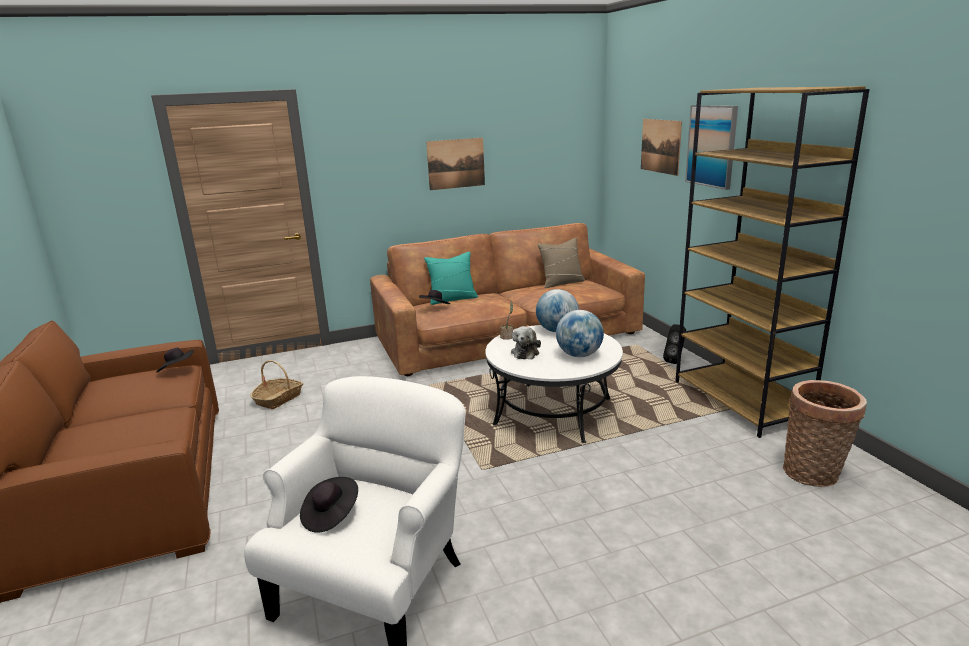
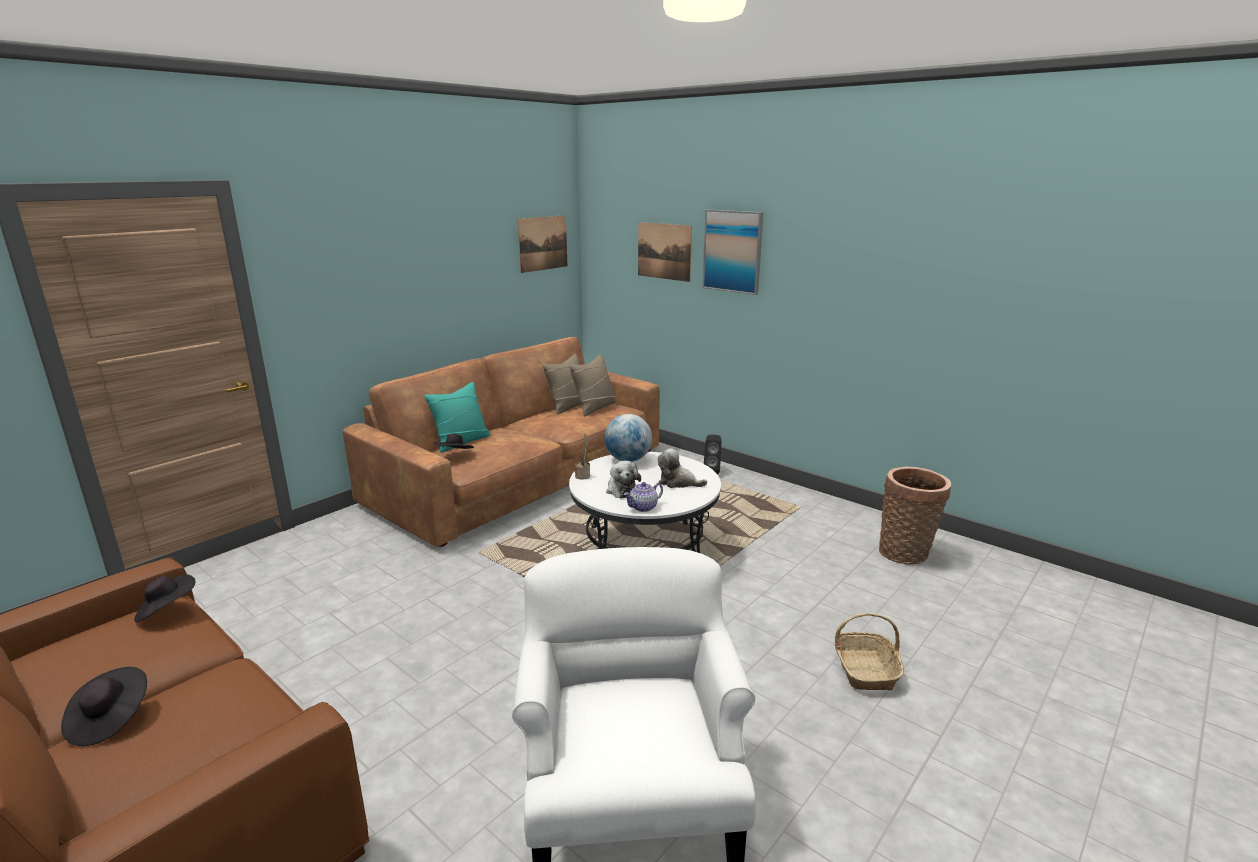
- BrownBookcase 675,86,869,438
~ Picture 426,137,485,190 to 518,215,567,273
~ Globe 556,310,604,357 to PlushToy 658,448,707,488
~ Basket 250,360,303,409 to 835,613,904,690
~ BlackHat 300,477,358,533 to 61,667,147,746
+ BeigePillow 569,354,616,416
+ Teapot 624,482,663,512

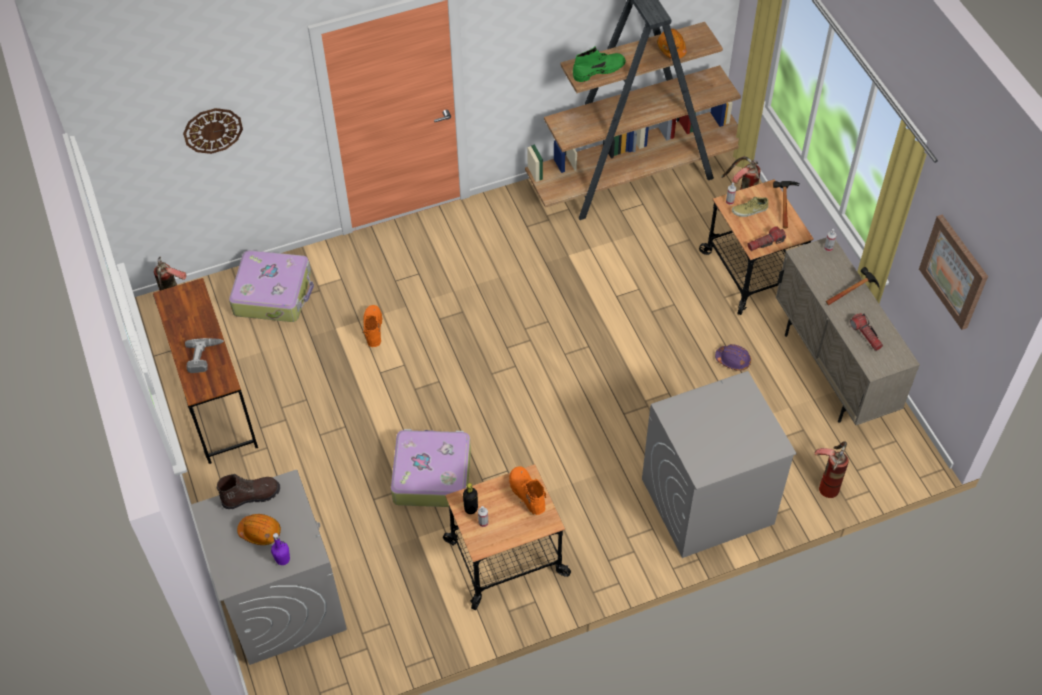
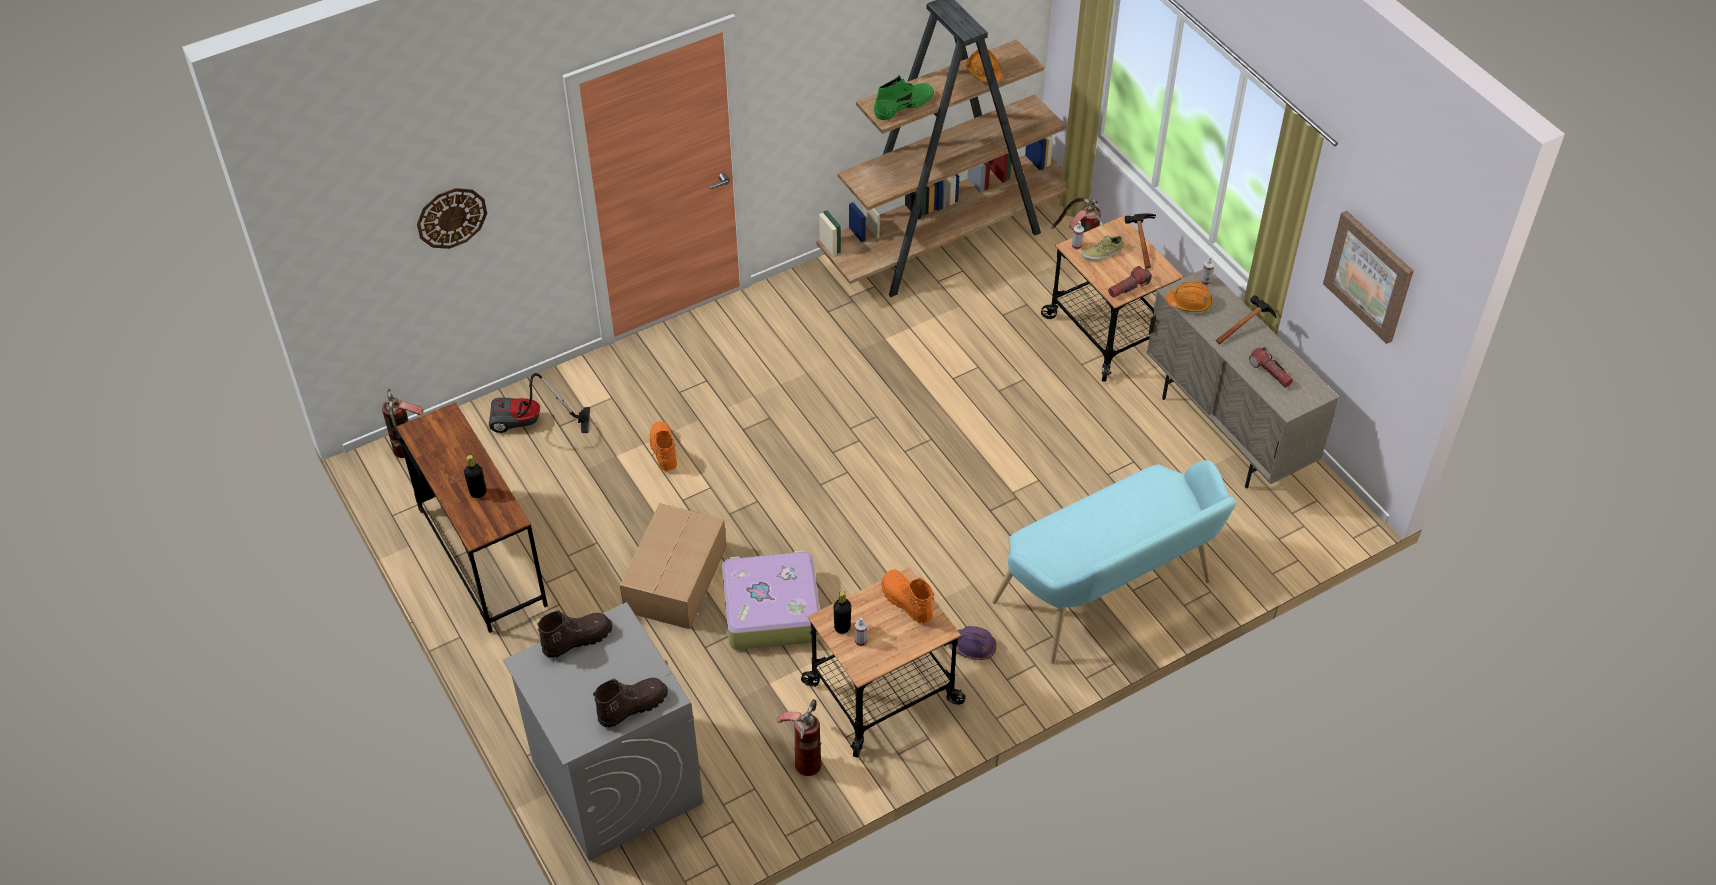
~ Suitcase 229,250,314,322 to VacuumCleaner 489,373,590,433
~ PowerDrill 185,338,224,373 to BlackBottle 464,455,486,498
~ PurpleHardHat 715,344,751,371 to 949,626,997,660
~ GreyWashingMachine 642,371,797,558 to TurquoiseBench 992,460,1237,664
~ FireExtinguisher 815,441,849,498 to 777,699,821,776
~ OrangeHardHat 237,514,281,545 to 1166,281,1212,312
~ PurpleBottle 271,533,290,565 to BrownBoot 593,678,668,727
+ CardboardBox 620,503,727,629

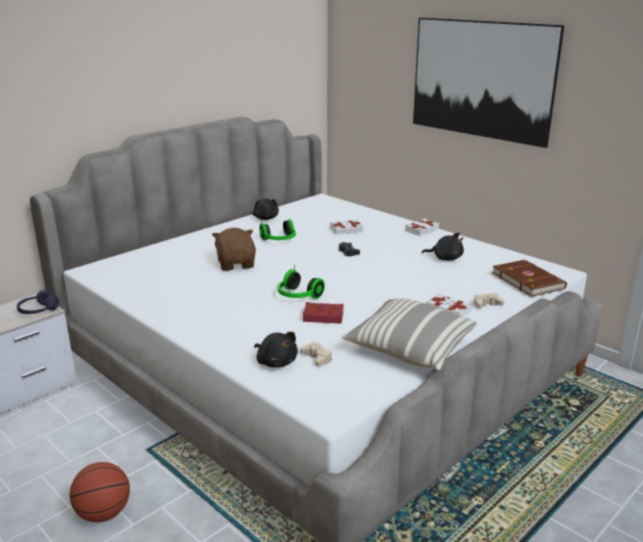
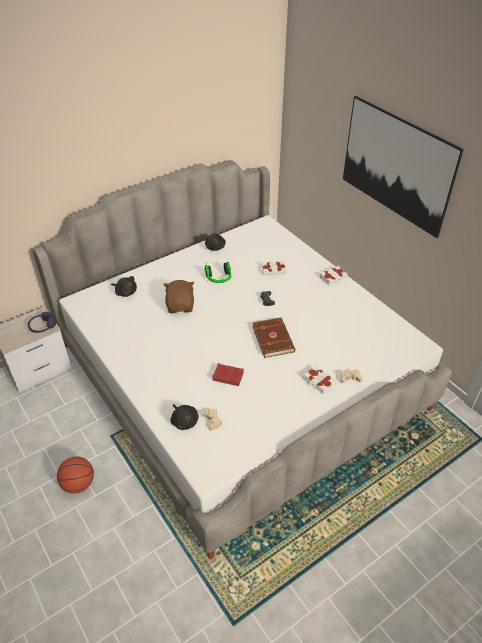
~ BlackPlushToy 422,233,464,261 to 111,276,137,297
~ BrownBook 492,260,567,297 to 252,318,295,358
- Headphones 278,265,325,299
- Pillow 342,298,477,371

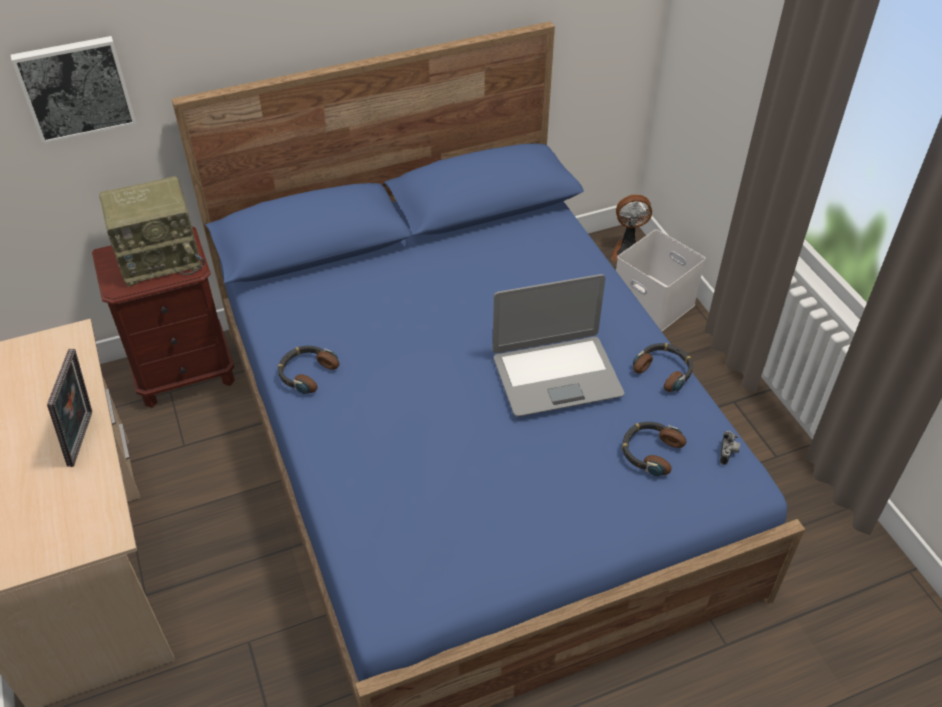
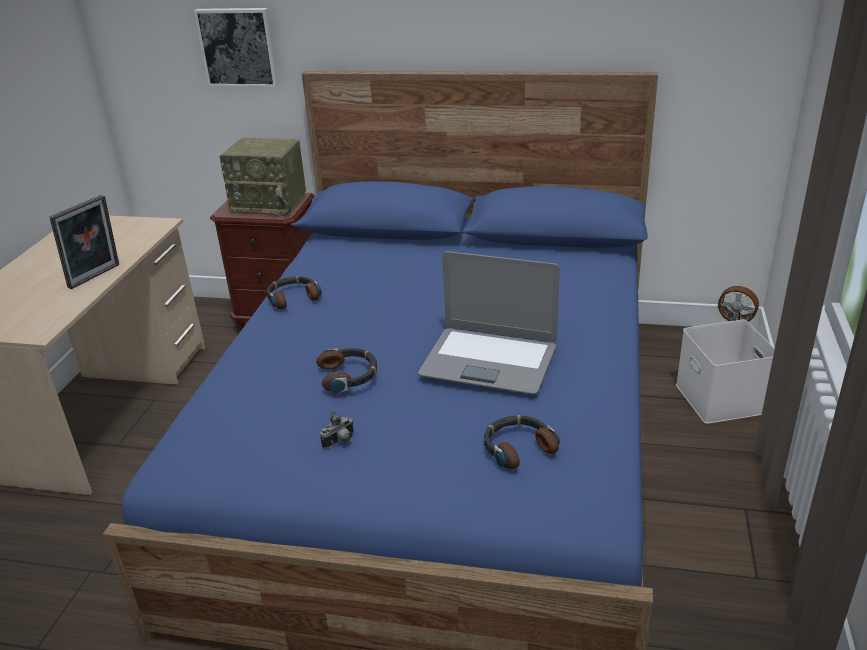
~ Headphones 633,343,693,392 to 316,348,377,394
~ PhotoCamera 720,431,740,465 to 320,412,354,449

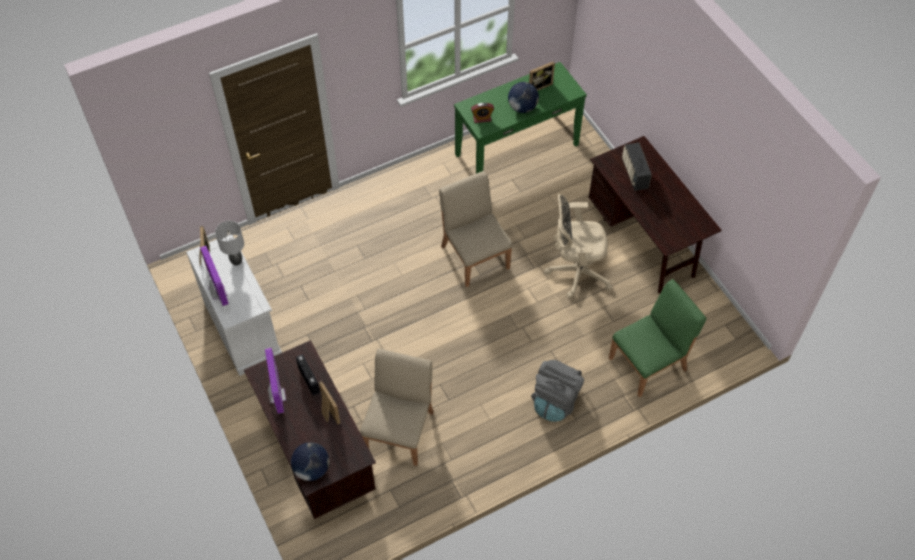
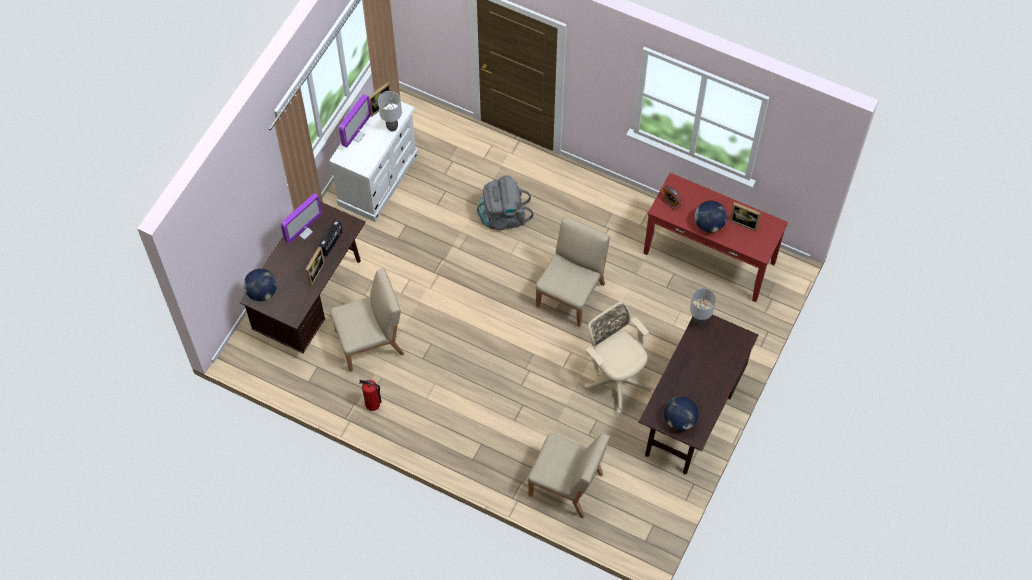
~ GreenConsoleTable 454,62,587,174 to RedConsoleTable 643,173,788,302
- Radio 622,142,652,191
~ GreenChair 609,279,706,397 to BeigeChair 528,433,610,518
~ GreyBackpack 531,360,584,422 to 477,175,533,230
+ GreyTableLamp 690,288,716,327
+ FireExtinguisher 359,380,381,411
+ Globe 664,396,698,431

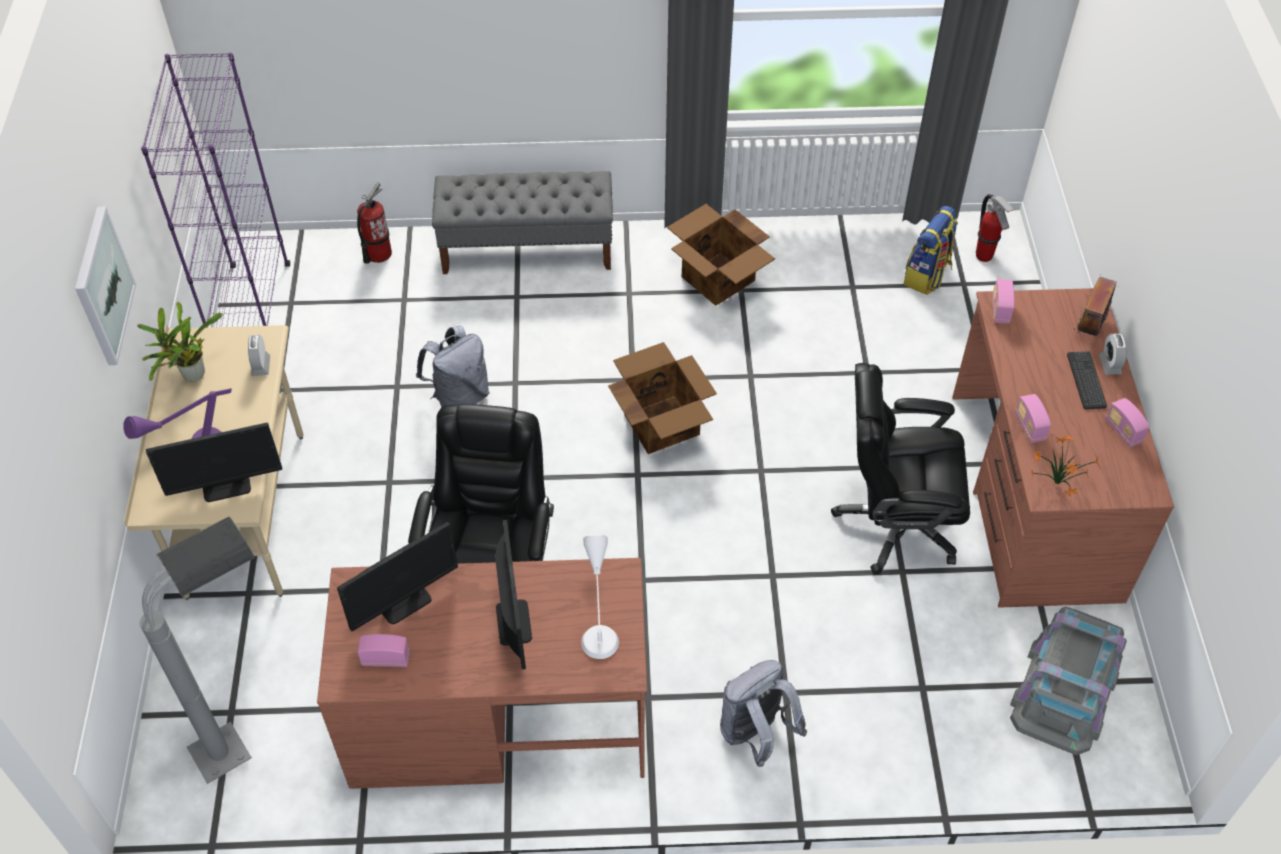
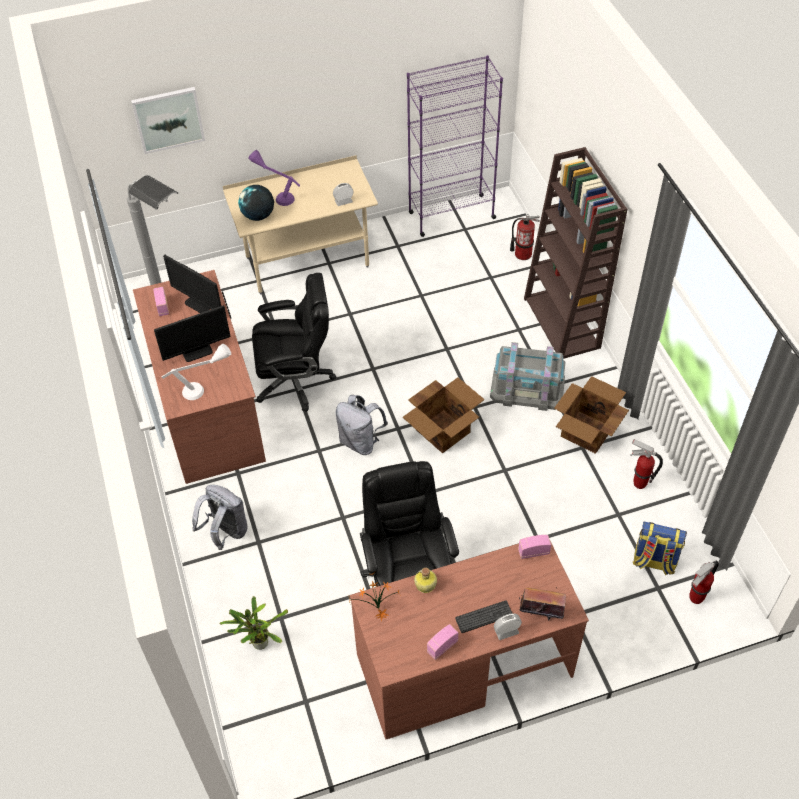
~ GreyBench 432,171,613,274 to BrownBookcase 524,147,627,359
~ Picture 75,206,136,365 to 131,87,205,154
~ PottedPlant 137,302,223,382 to 220,596,288,650
~ GreyBackpack 416,326,489,407 to 336,395,388,455
~ Radio 1015,394,1051,443 to Bottle 414,568,437,593
~ Monitor 146,423,282,502 to Globe 238,185,274,221
~ GreyStorageBox 1010,606,1127,755 to 490,342,566,411
+ FireExtinguisher 630,439,663,489

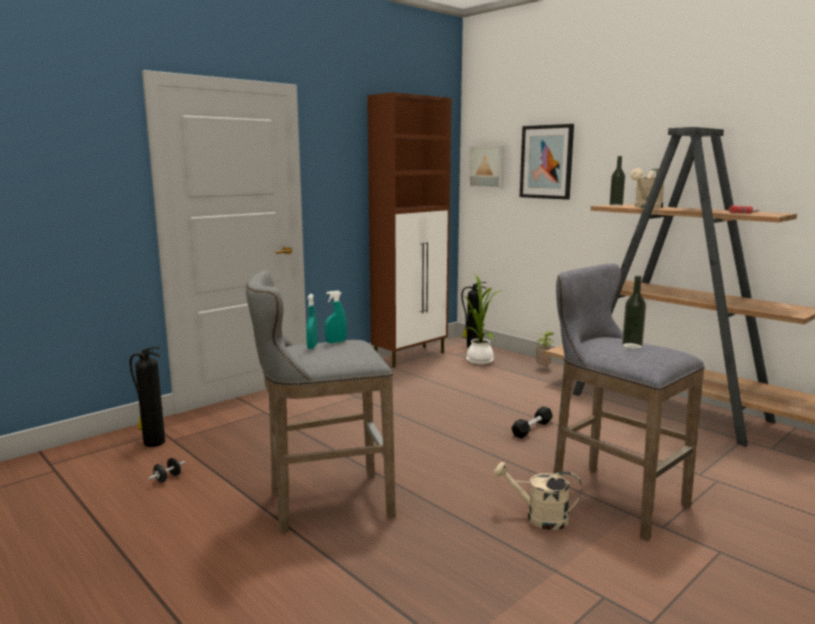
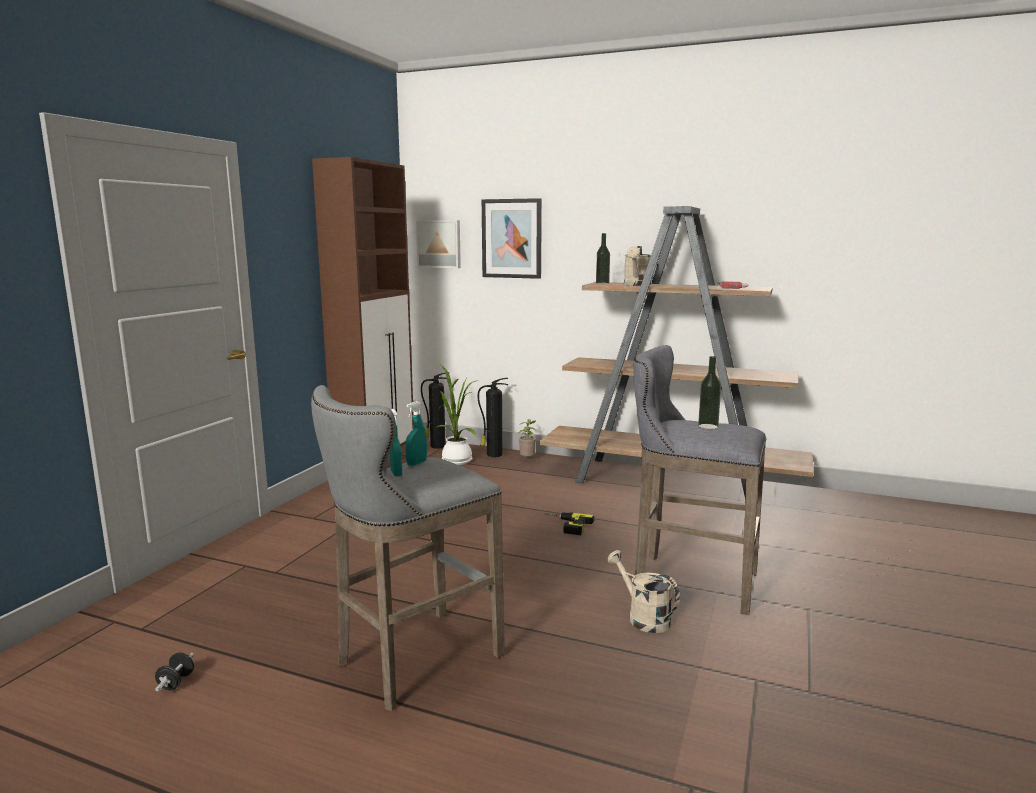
~ FireExtinguisher 129,347,165,447 to 478,378,508,457
~ BlackDumbbell 511,406,553,439 to PowerDrill 544,512,595,535
~ BeigeWateringCan 494,462,582,530 = 607,550,680,633 60 degrees clockwise

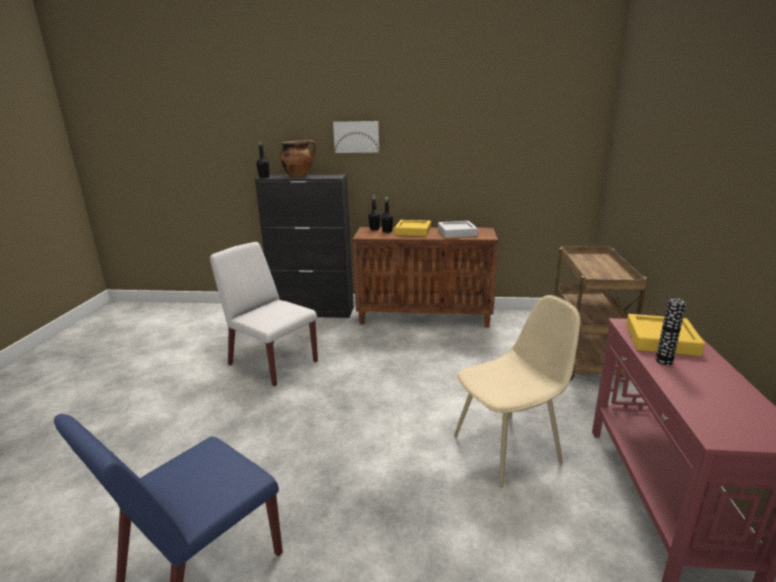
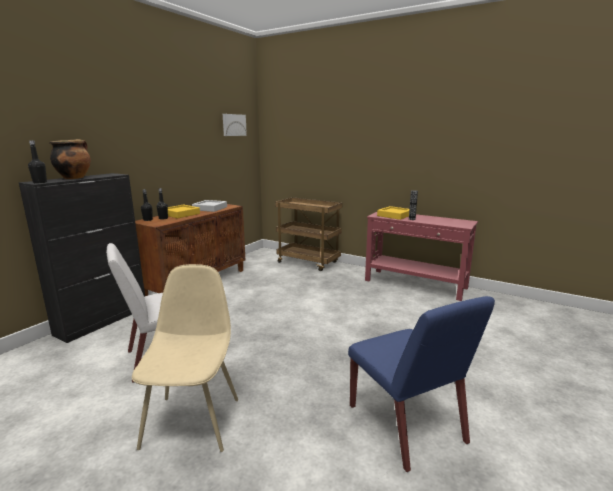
~ Picture 333,121,379,153 to 223,114,247,136
~ BeigeChair 454,295,580,488 to 132,264,238,452

